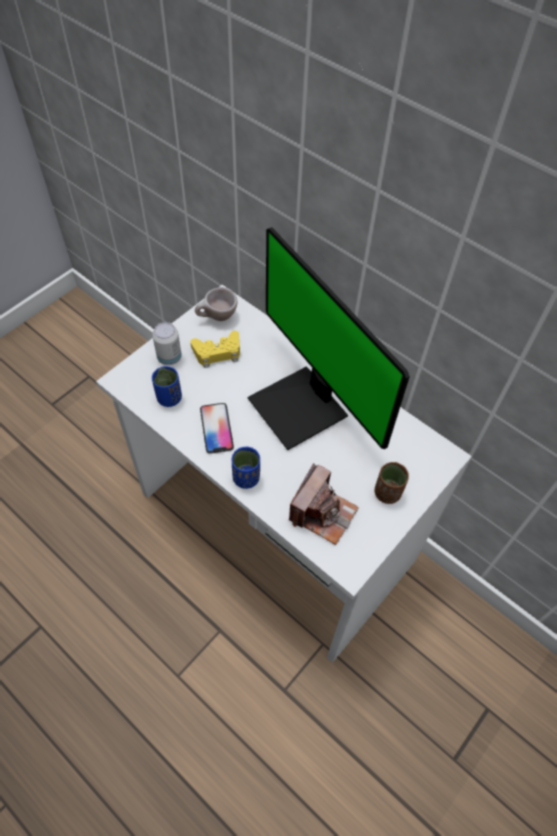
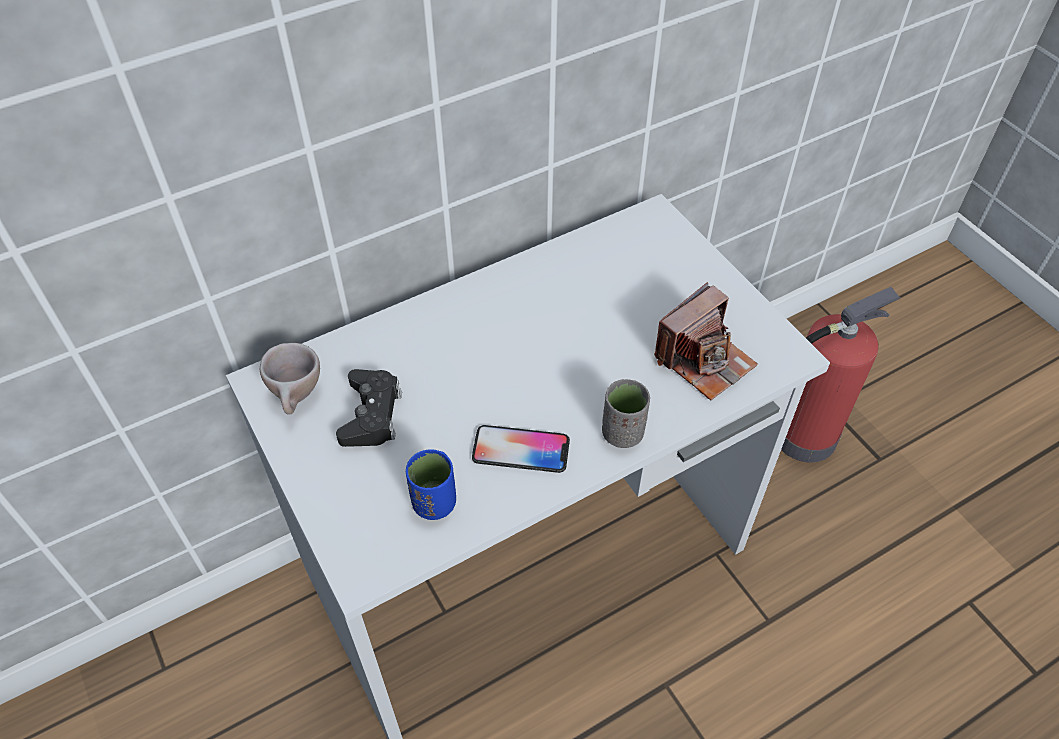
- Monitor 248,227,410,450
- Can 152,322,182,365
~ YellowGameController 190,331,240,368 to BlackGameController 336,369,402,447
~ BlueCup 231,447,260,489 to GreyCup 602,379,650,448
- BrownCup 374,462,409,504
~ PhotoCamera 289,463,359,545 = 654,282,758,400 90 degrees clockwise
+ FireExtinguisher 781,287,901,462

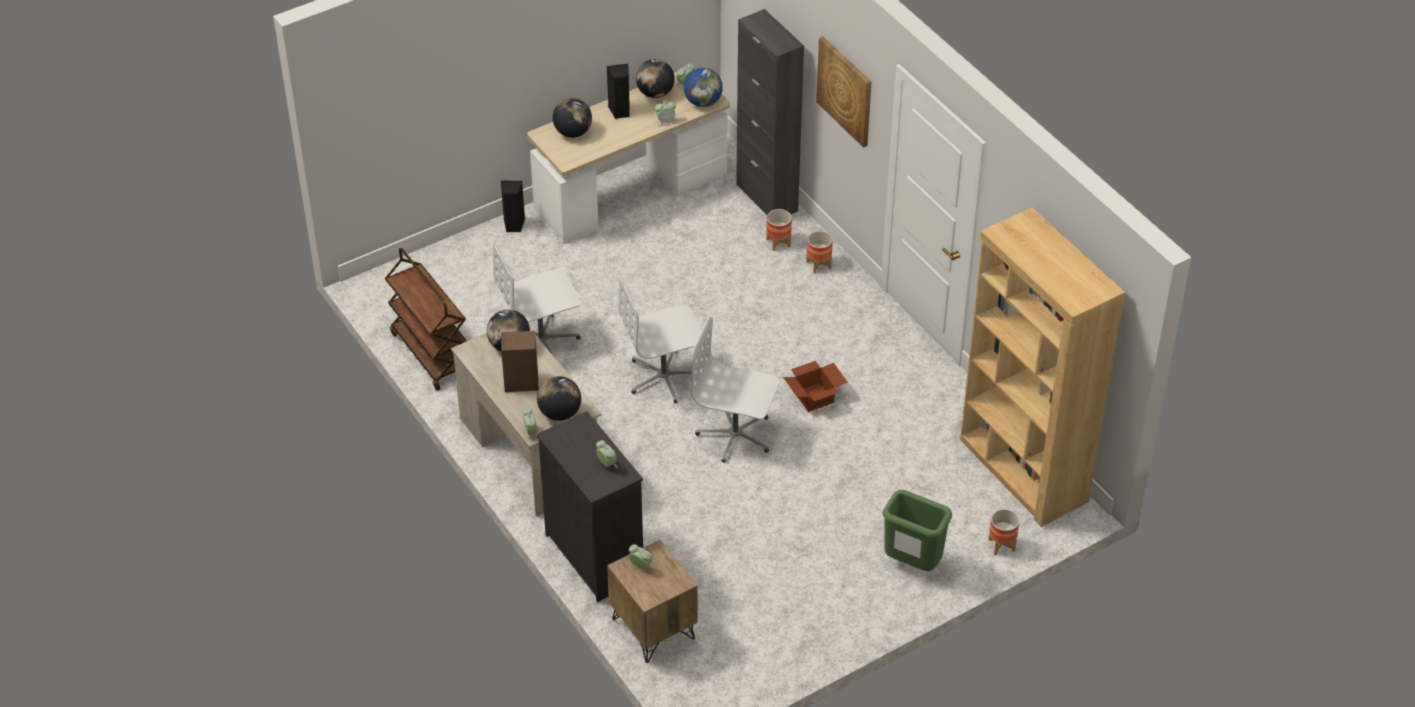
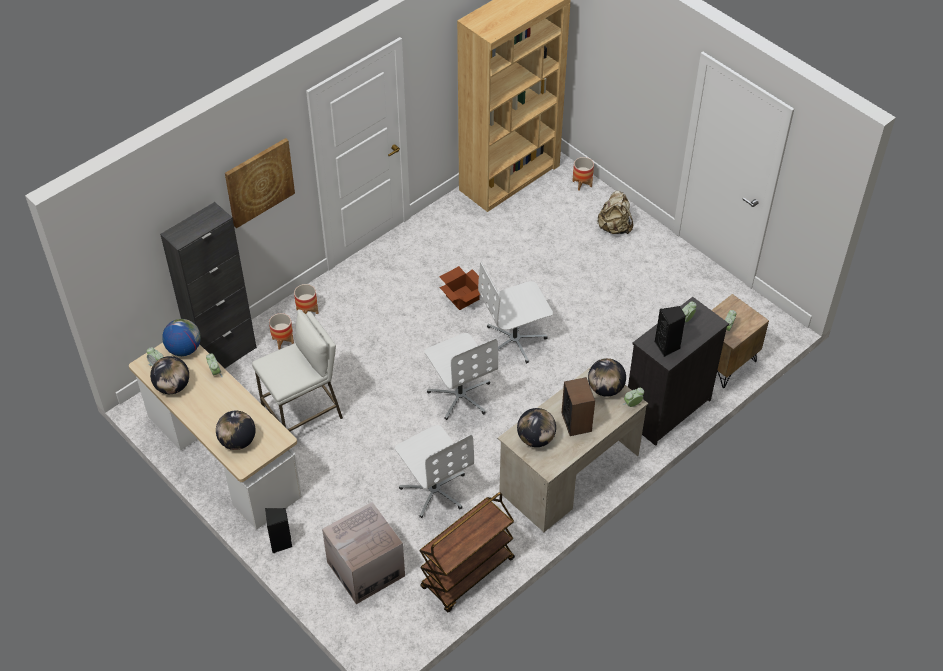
~ BlackSpeaker 607,64,630,119 to 655,306,686,357
~ WhiteOfficeChair 690,317,780,463 = 478,262,553,363 60 degrees clockwise
~ GreenTrashCan 882,490,952,571 to BeigeBackpack 597,191,633,234
+ WhiteStool 252,309,343,431
+ CardboardBox 322,502,405,604

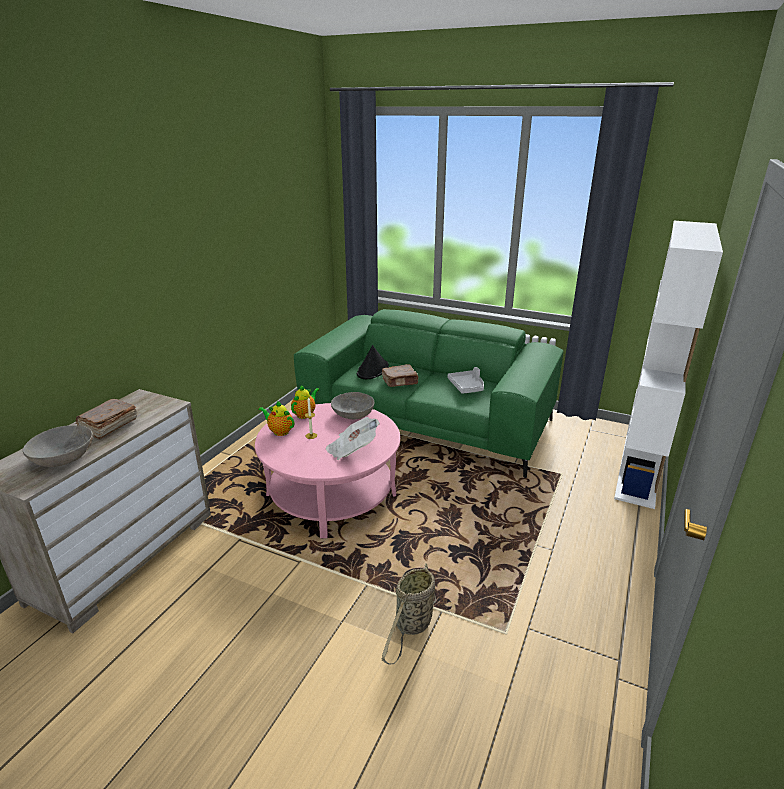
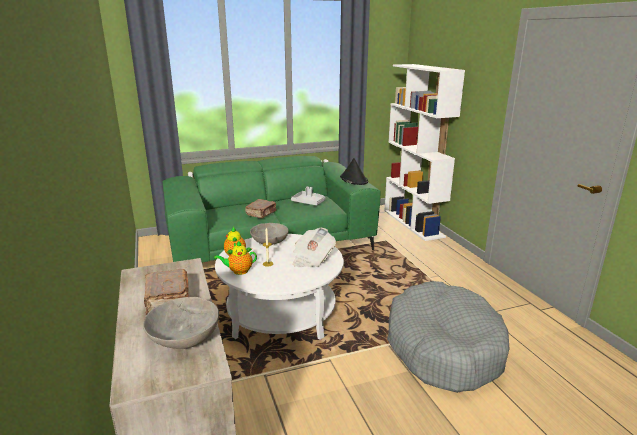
~ BlackHat 357,345,389,379 to 340,158,368,185
~ PinkCoffeeTable 255,403,400,538 to WhiteCoffeeTable 215,234,344,340
~ Basket 382,563,436,664 to GreyDogBed 387,281,509,393

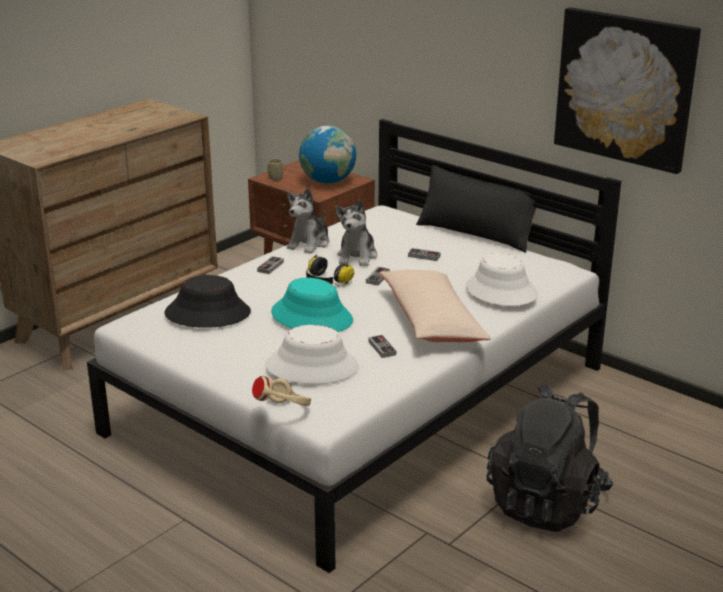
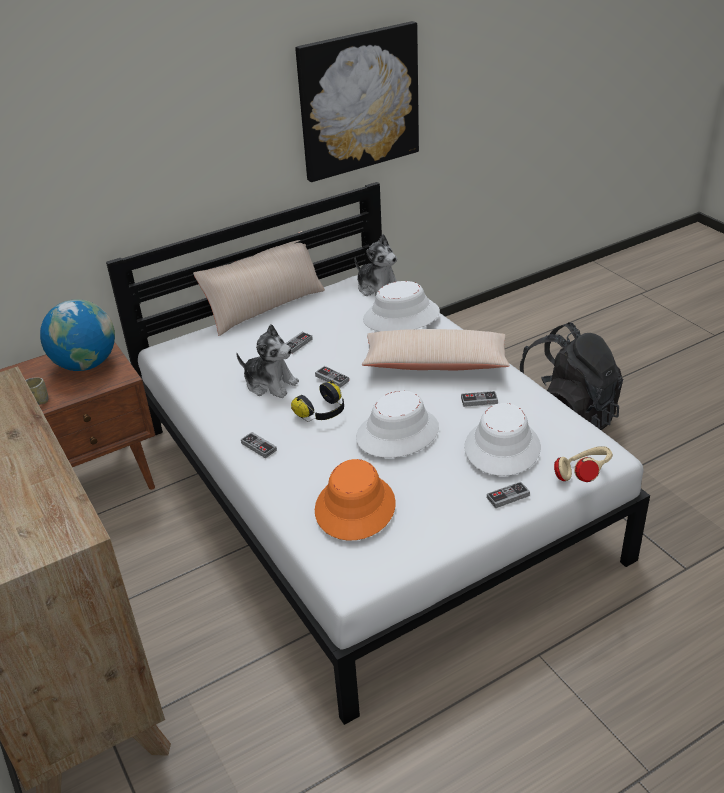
~ BlackPillow 416,165,537,253 to BeigePillow 193,231,325,336
~ PlushToy 287,188,330,254 to 355,234,397,296
~ BlackHat 164,275,251,328 to OrangeHat 315,459,396,540
~ TurquoiseHat 271,278,353,332 to WhiteHat 356,391,439,458
+ GameController 487,482,530,508

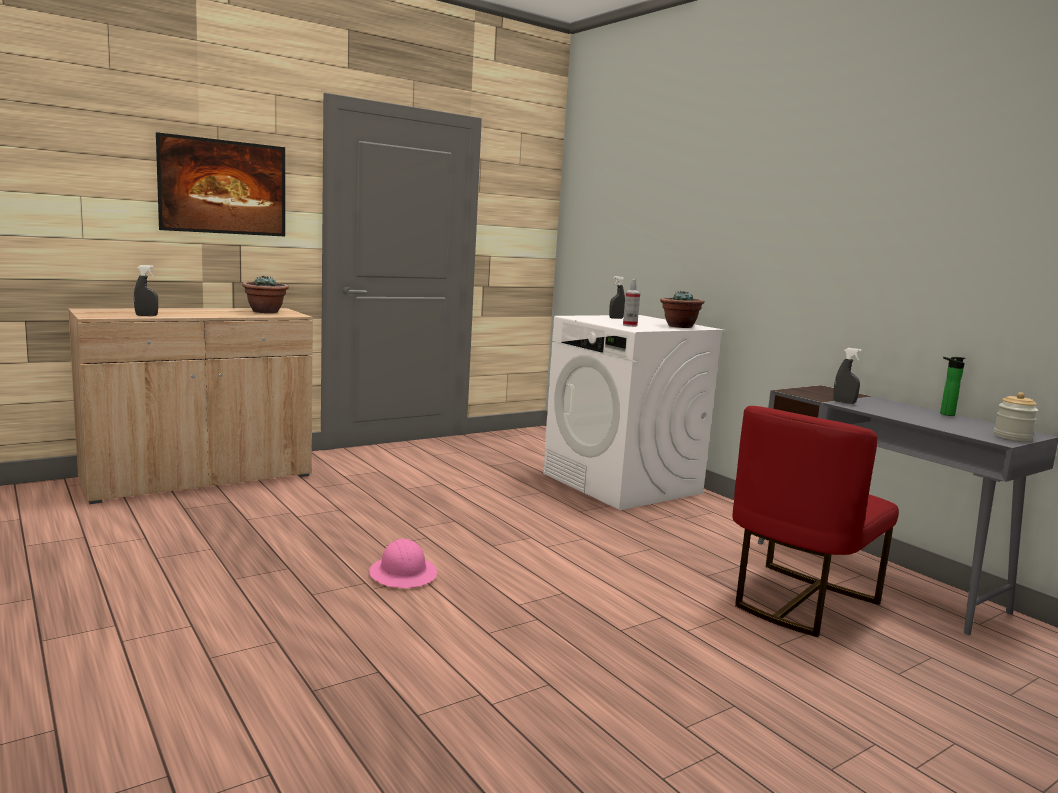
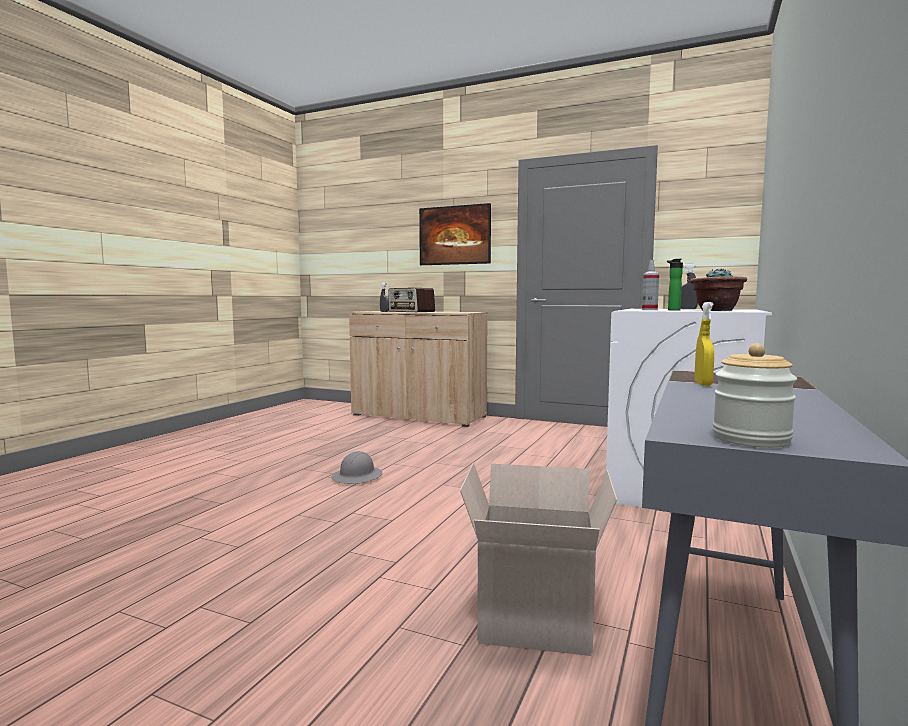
- PottedPlant 242,276,289,313
~ GreySprayBottle 833,348,862,404 to YellowSprayBottle 695,302,714,386
~ Bottle 940,357,966,416 to 667,259,683,310
~ RedChair 733,406,899,637 to CardboardBox 460,463,617,656
~ PinkHardHat 369,539,437,588 to GreyHardHat 331,451,382,484
+ Radio 388,288,435,312

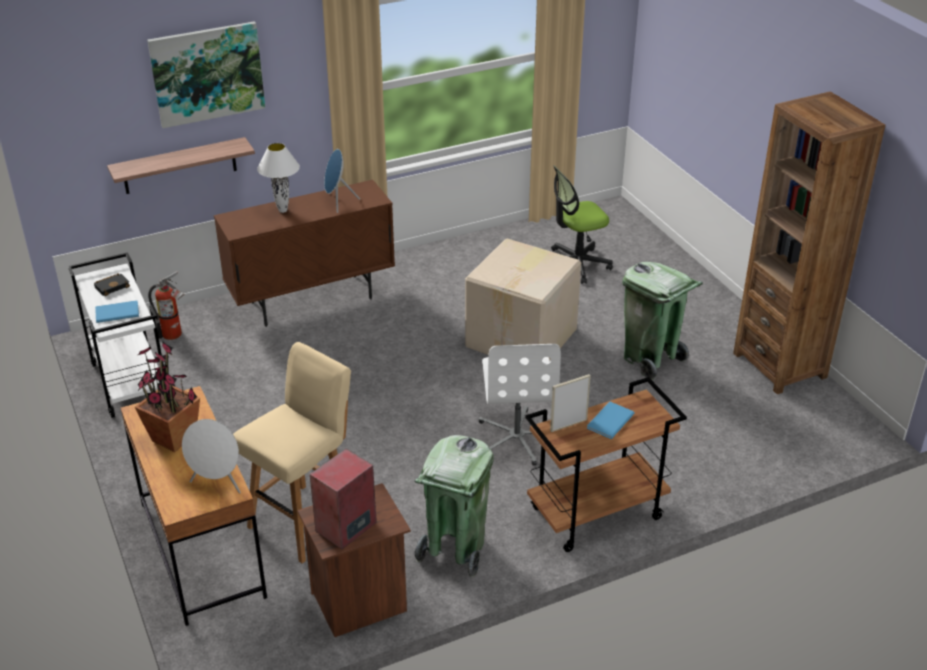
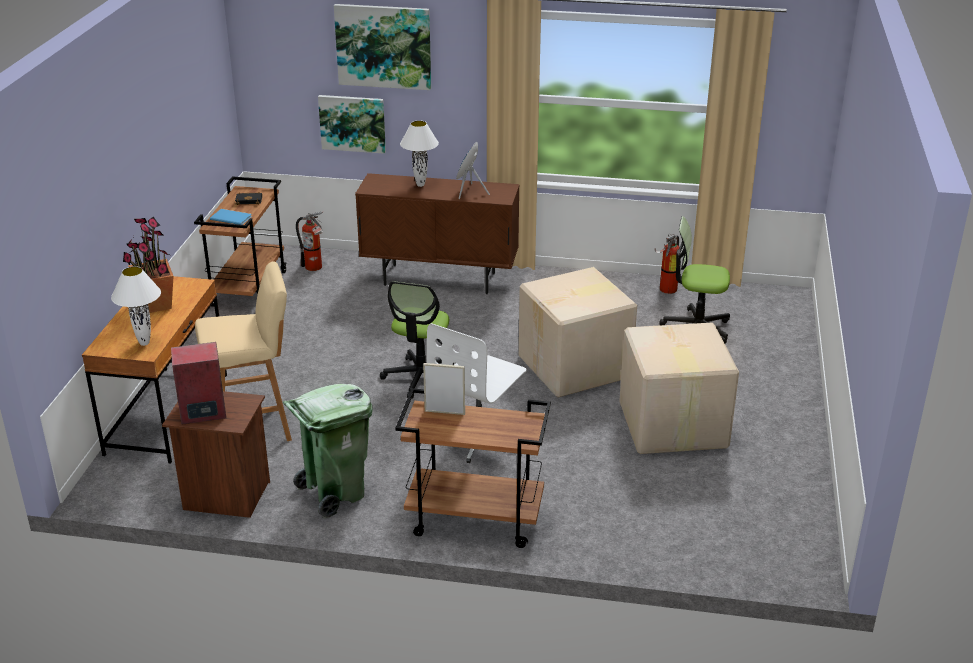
- BrownBookcase 733,92,885,394
~ Shelf 107,137,255,194 to Picture 318,95,386,154
~ WhiteCart 68,252,165,418 to BrownCart 194,176,286,307
~ GreenTrashCan 622,262,703,381 to CardboardBox 619,323,739,454
- BlueBook 587,402,635,439
~ WhiteSpeaker 182,419,241,493 to WhiteTableLamp 111,266,161,346
+ FireExtinguisher 655,234,680,294
+ OfficeChair 380,281,454,399

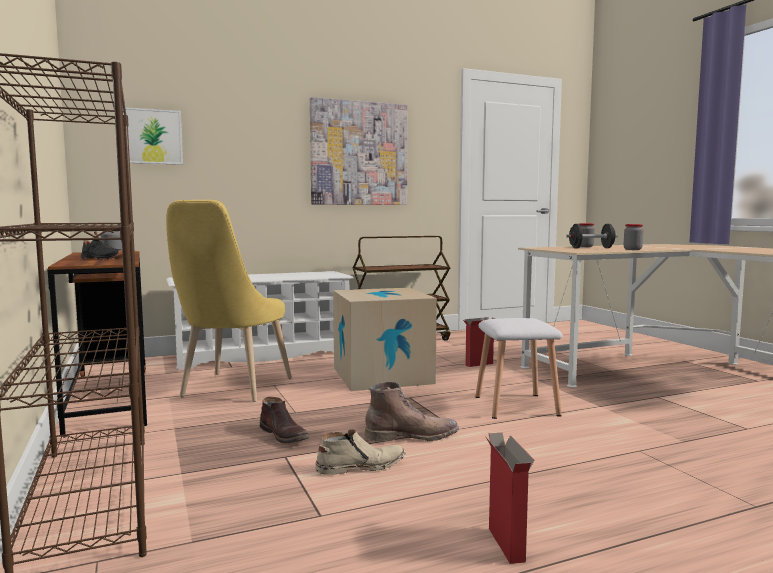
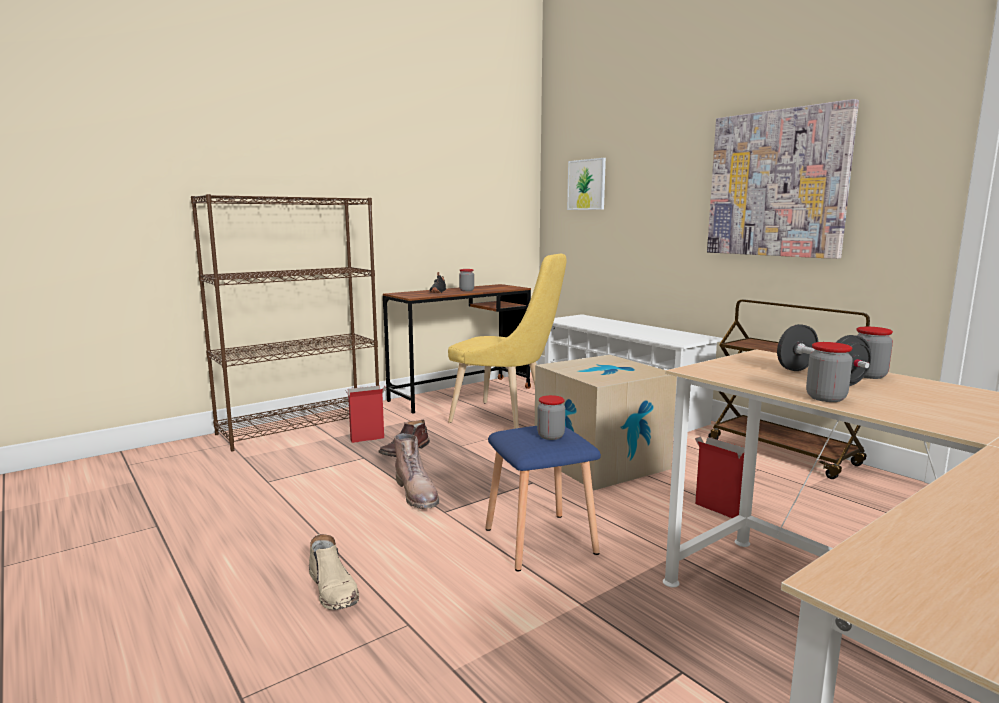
~ YellowChair 166,200,292,402 = 448,254,566,429 150 degrees counterclockwise
~ WhiteStool 475,318,562,419 to BlueStool 485,426,601,572
~ BeigeBoot 315,429,406,475 to 309,534,359,610
~ CardboardBox 486,433,534,564 to 345,386,386,443
+ Jar 537,395,565,440

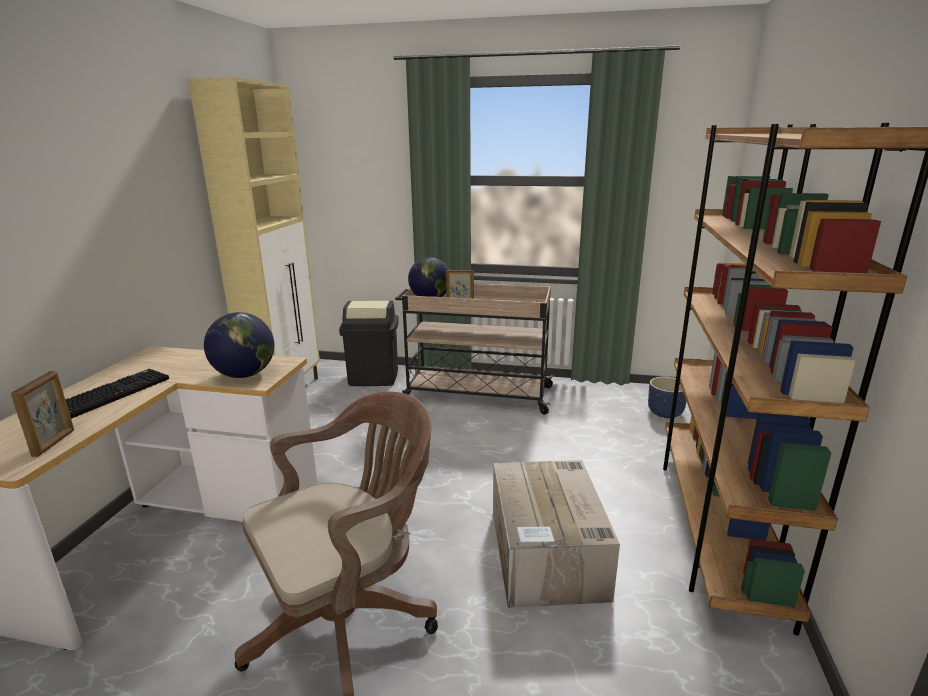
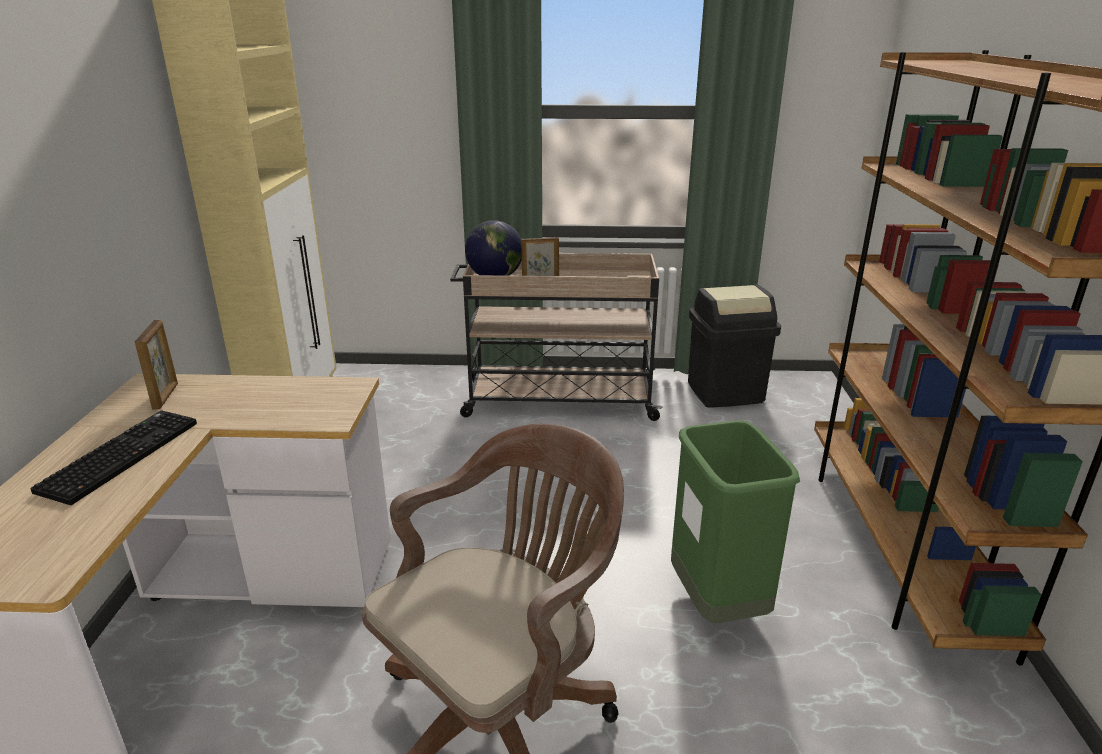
~ BlackTrashCan 339,300,399,386 to 688,285,781,408
- Globe 204,312,274,378
~ PictureFrame 11,371,74,457 to 135,320,178,410
- BluePlanter 648,377,687,418
~ CardboardBox 493,460,620,608 to GreenTrashCan 671,420,800,623

